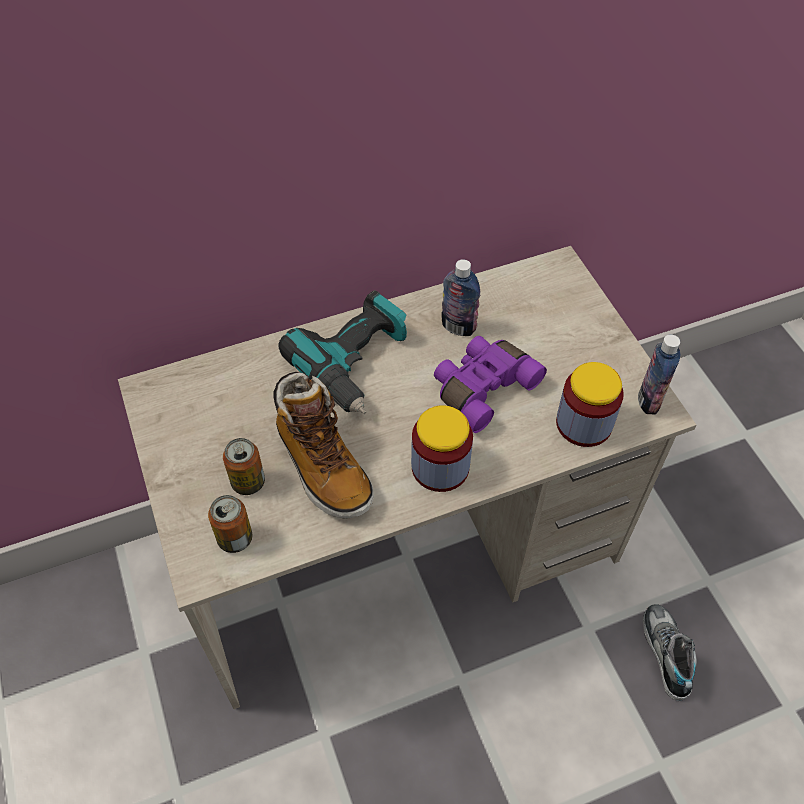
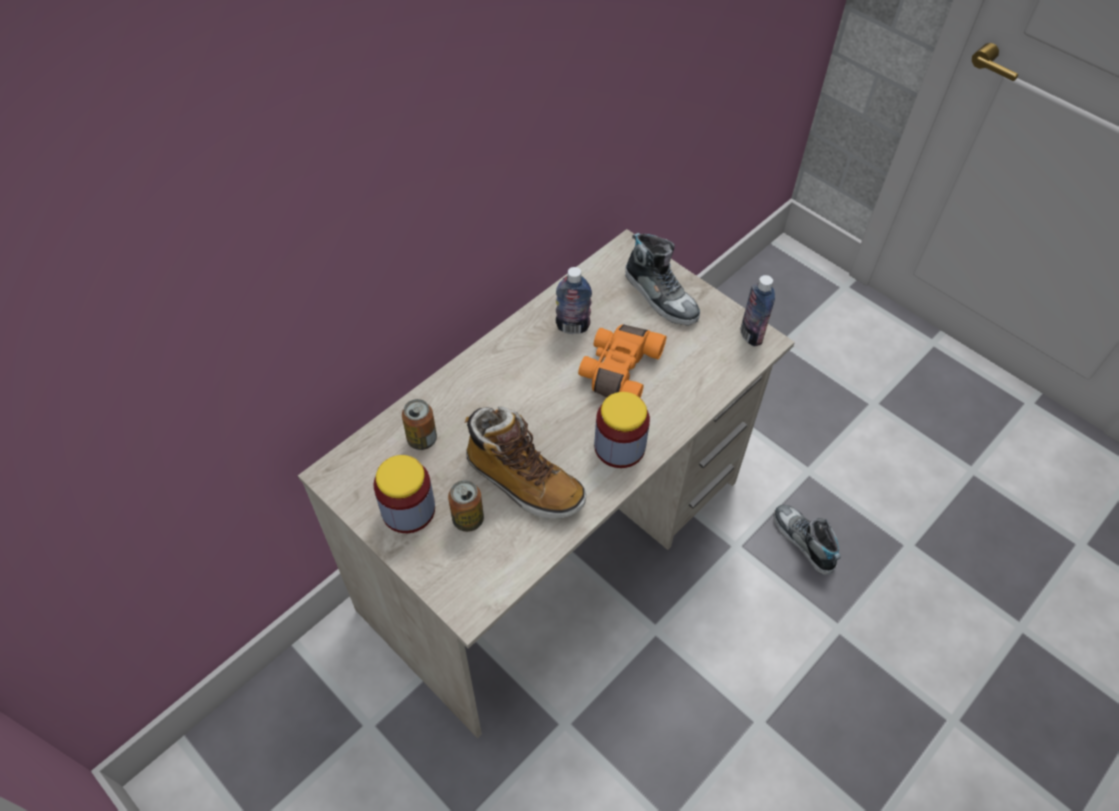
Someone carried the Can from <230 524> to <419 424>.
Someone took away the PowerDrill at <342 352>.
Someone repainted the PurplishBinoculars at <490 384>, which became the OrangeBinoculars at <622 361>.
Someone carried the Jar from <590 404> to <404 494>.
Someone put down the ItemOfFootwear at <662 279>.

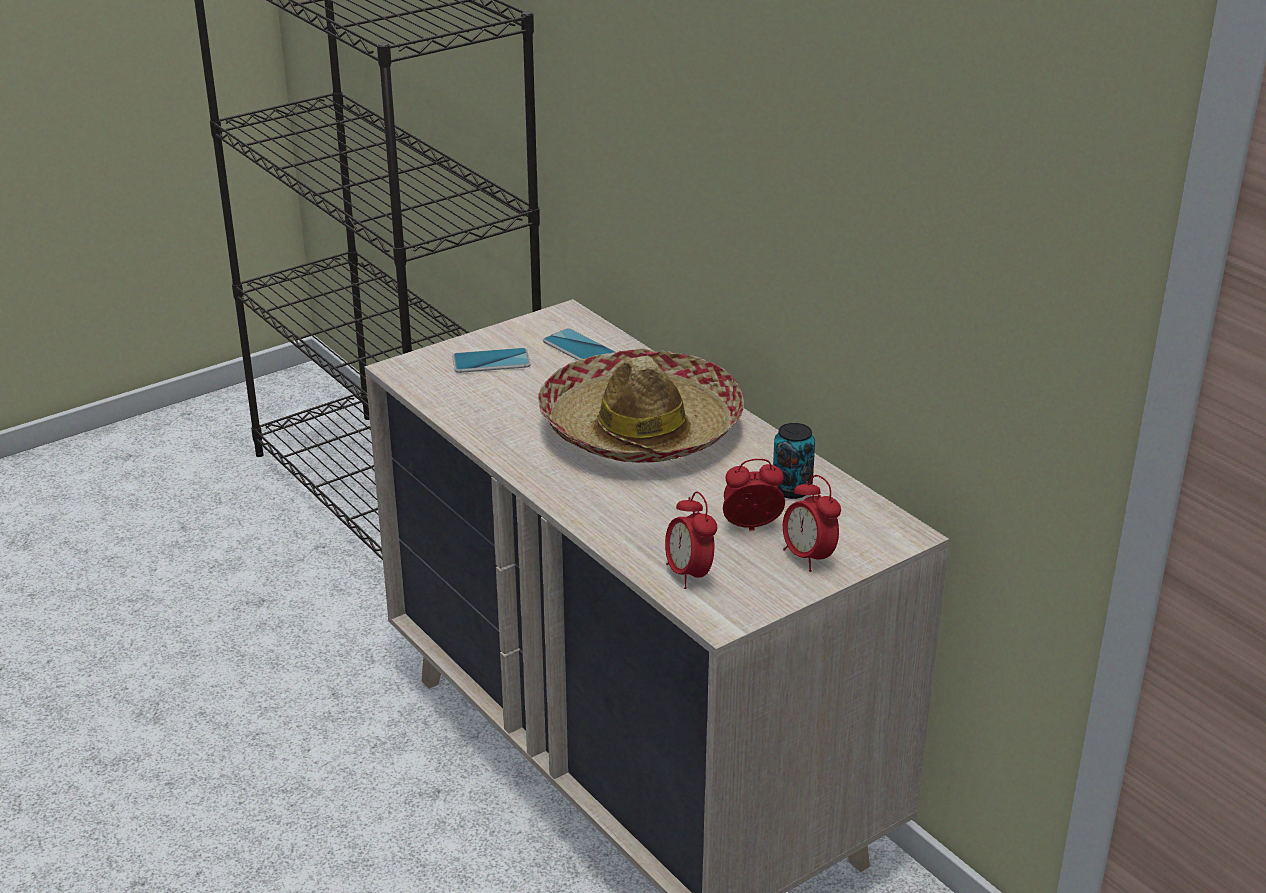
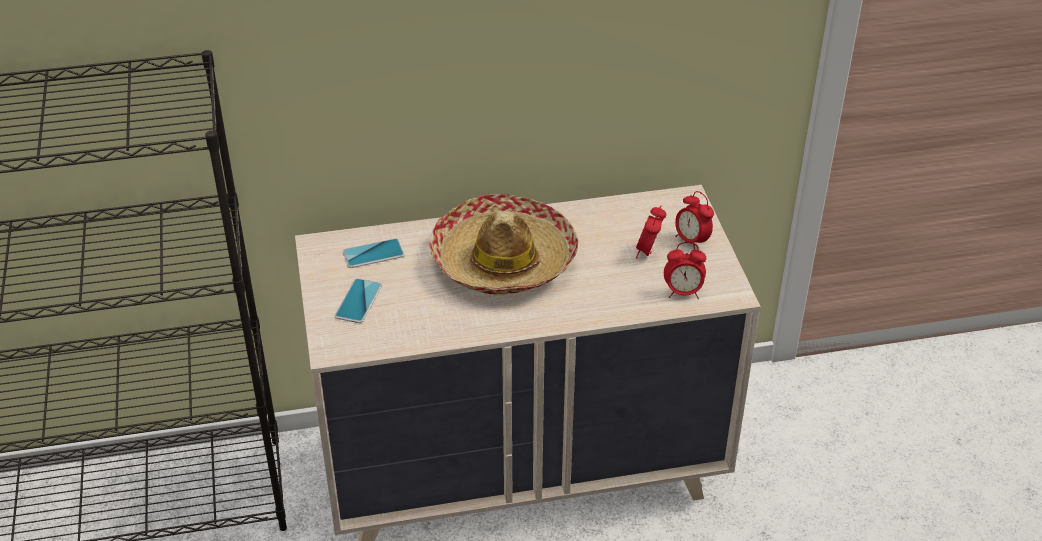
Someone took away the Can at <794 461>.
Someone rotated the AlarmClock at <812 523> by 60 degrees clockwise.

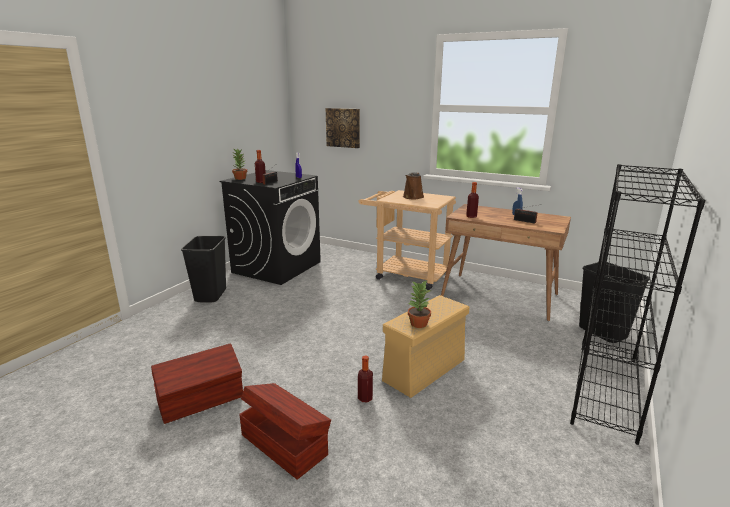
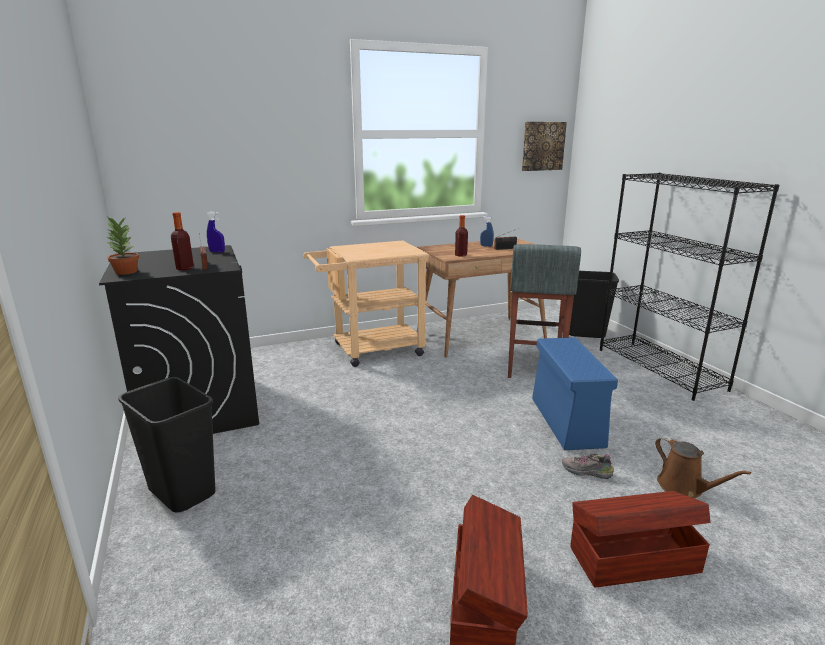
Someone carried the WallPicture from <343 128> to <544 146>.
Someone swapped the BeverageBottle at <365 379> for the ItemOfFootwear at <588 466>.
Someone repainted the SandColouredStorageContainer at <426 346>, which became the BlueStorageContainer at <575 393>.
Someone carried the BrownColouredSprinklingCan from <413 185> to <703 467>.
Someone took away the Houseplant at <419 304>.
Someone put down the GreyishStool at <544 311>.

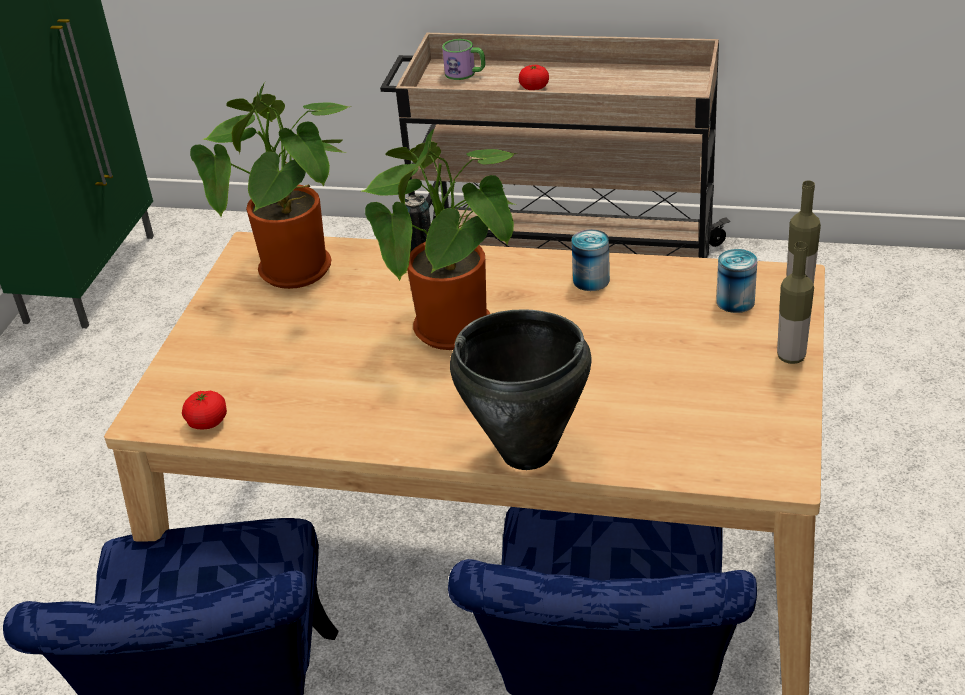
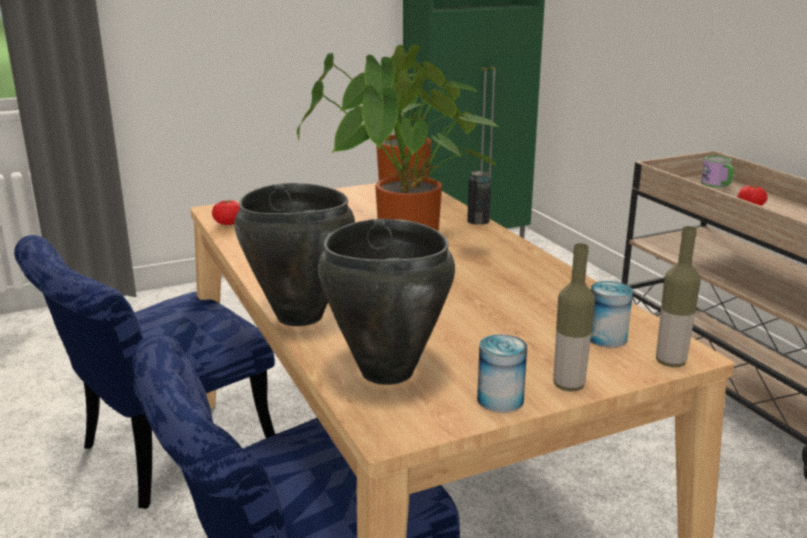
Someone carried the Can from <591 260> to <502 373>.
Someone put down the BlackColouredStockpot at <386 302>.

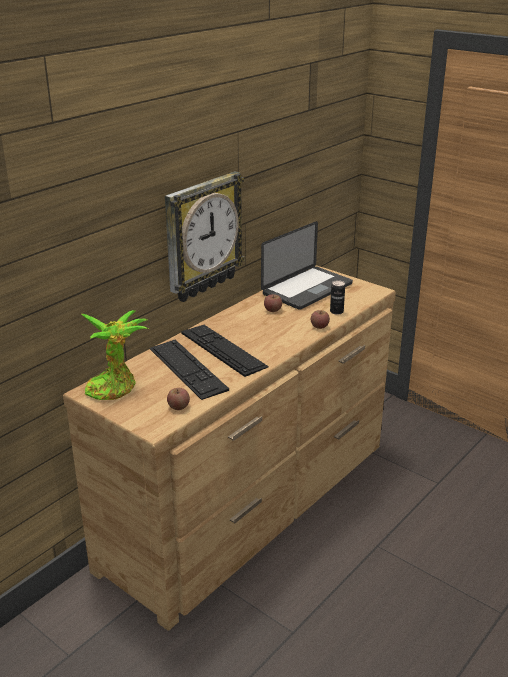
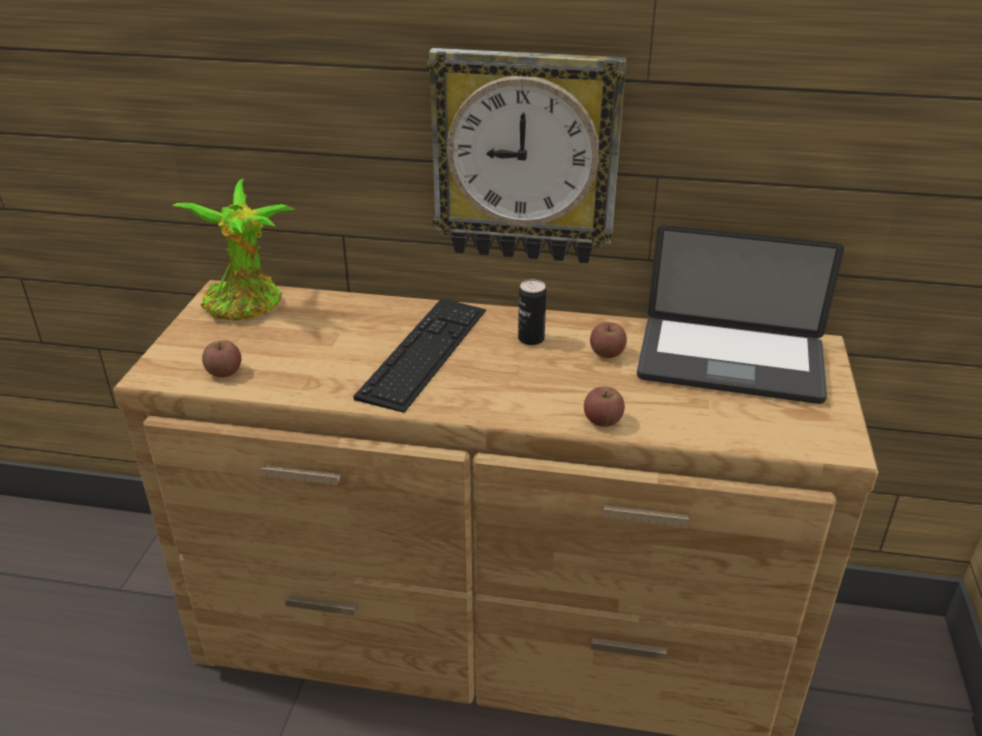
Someone took away the ComputerKeyboard at <189 370>.
Someone carried the Can from <337 297> to <532 312>.

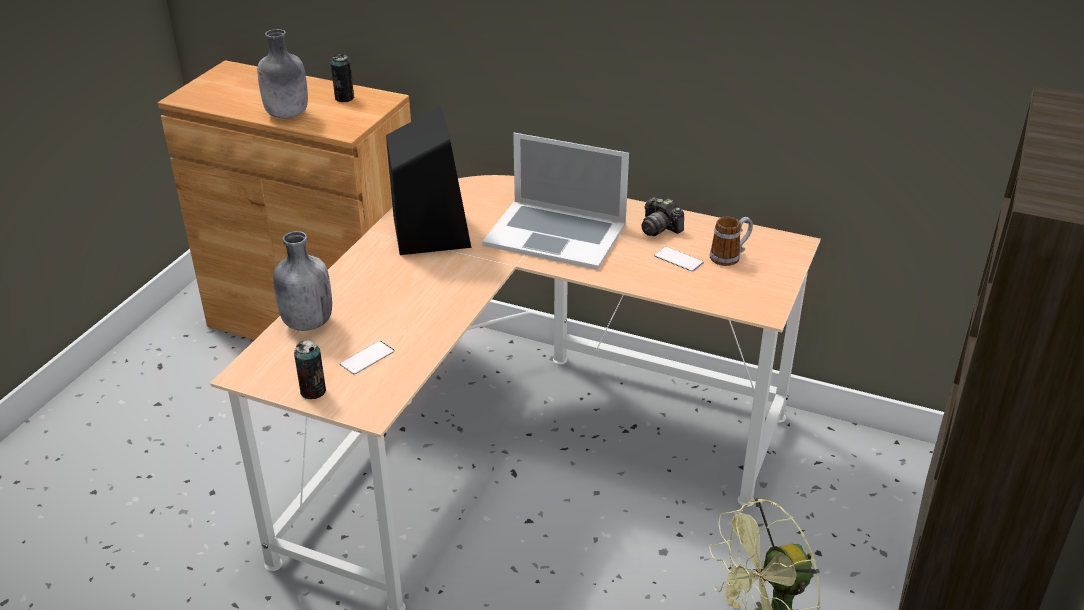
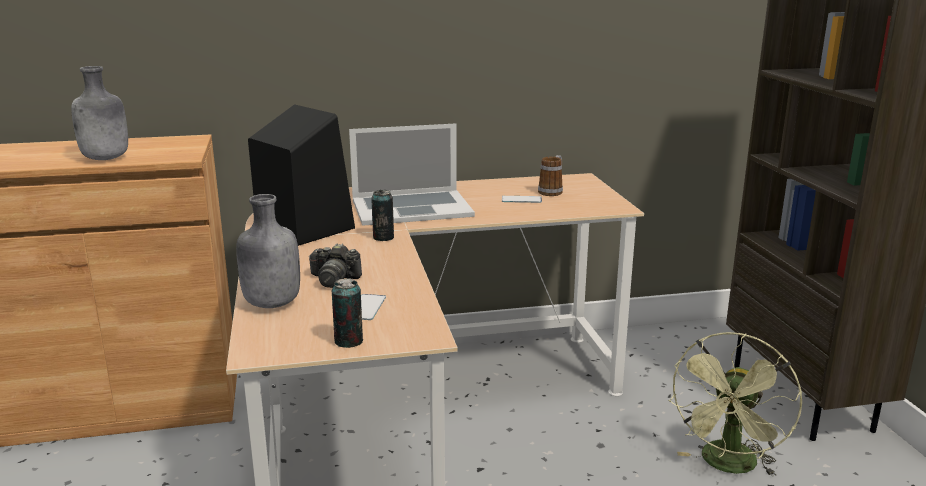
Someone carried the Can from <343 78> to <382 215>.
Someone carried the StillCamera from <662 216> to <335 265>.

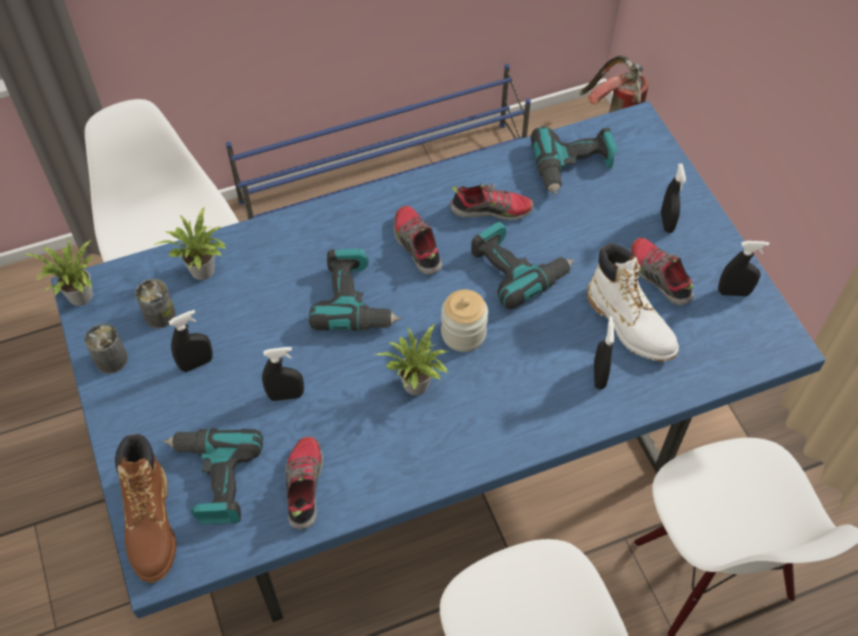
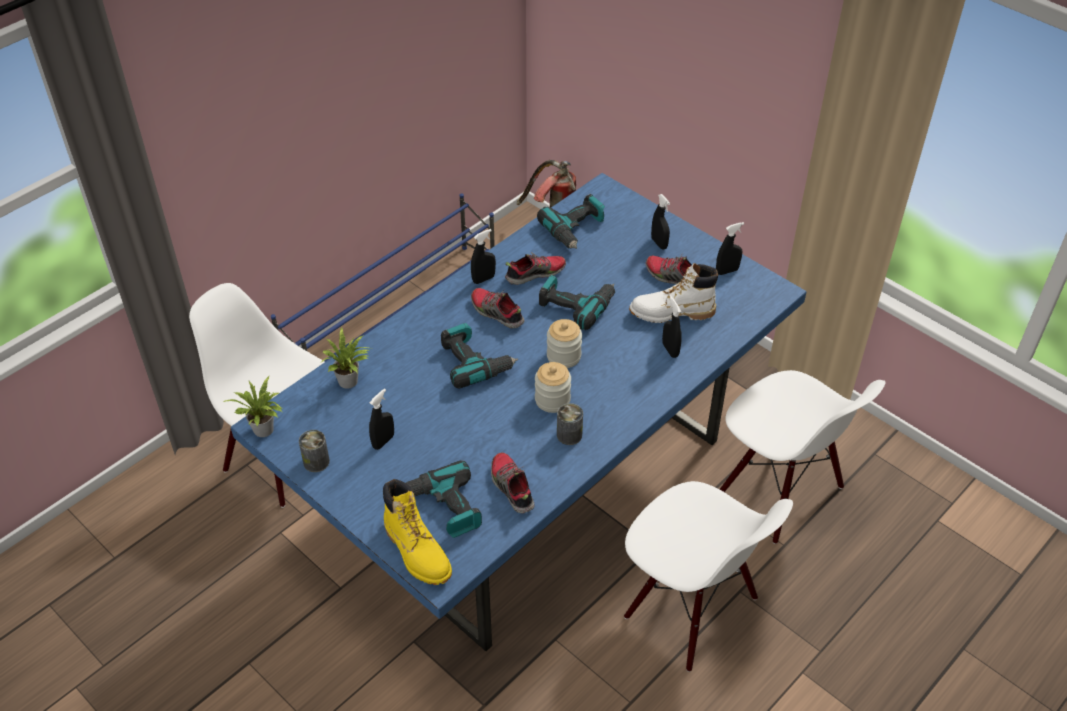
Someone repainted the BrownColouredBoot at <145 508>, which became the YellowColouredBoot at <417 532>.
Someone carried the Can from <155 303> to <570 424>.
Someone carried the BlackColouredSprayBottle from <283 374> to <483 256>.
Someone swapped the Houseplant at <412 359> for the Jar at <553 387>.
Someone rotated the WhitishBoot at <633 302> by 150 degrees clockwise.

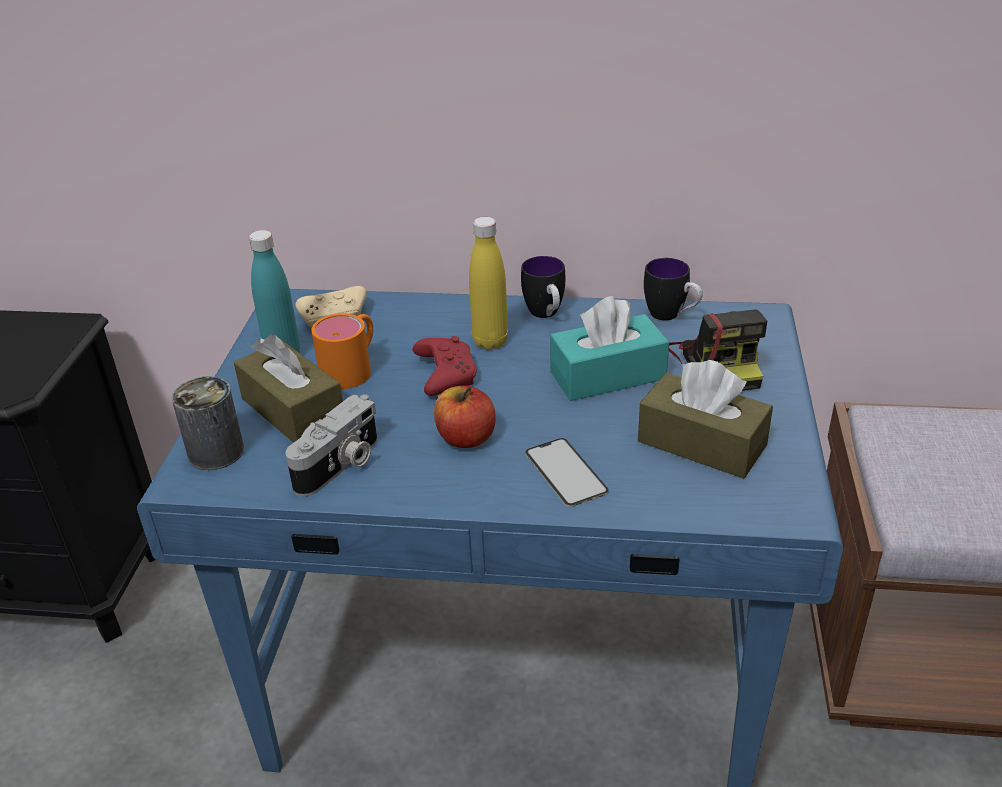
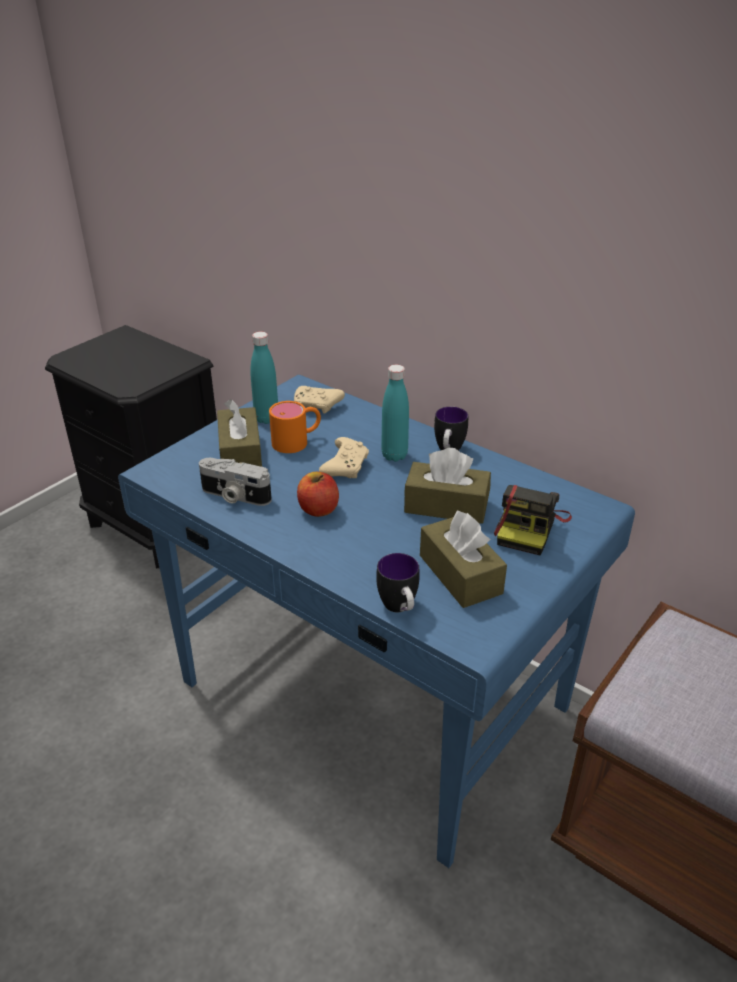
Someone took away the Can at <208 423>.
Someone rotated the StillCamera at <331 445> by 45 degrees clockwise.
Someone repainted the ReddishGamepad at <444 366>, which became the SandColouredGamepad at <344 457>.
Someone repainted the YellowColouredBeverageBottle at <488 283>, which became the TurquoiseColouredBeverageBottle at <395 413>.
Someone took away the Telephone at <567 472>.
Someone repainted the TurquoiseColouredBoxOfTissues at <609 348>, which became the BrownColouredBoxOfTissues at <447 486>.
Someone carried the Mug from <673 289> to <398 582>.

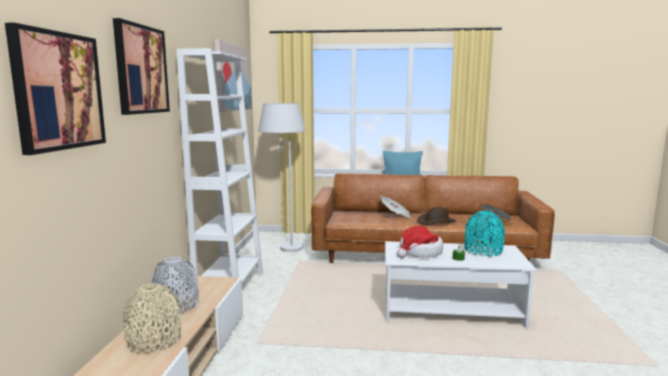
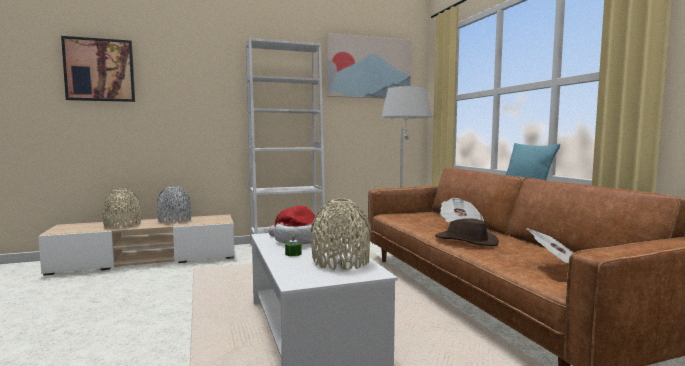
Someone took away the WallPicture at <141 66>.
Someone repainted the TurquoiseColouredVase at <485 233>, which became the SandColouredVase at <341 234>.

